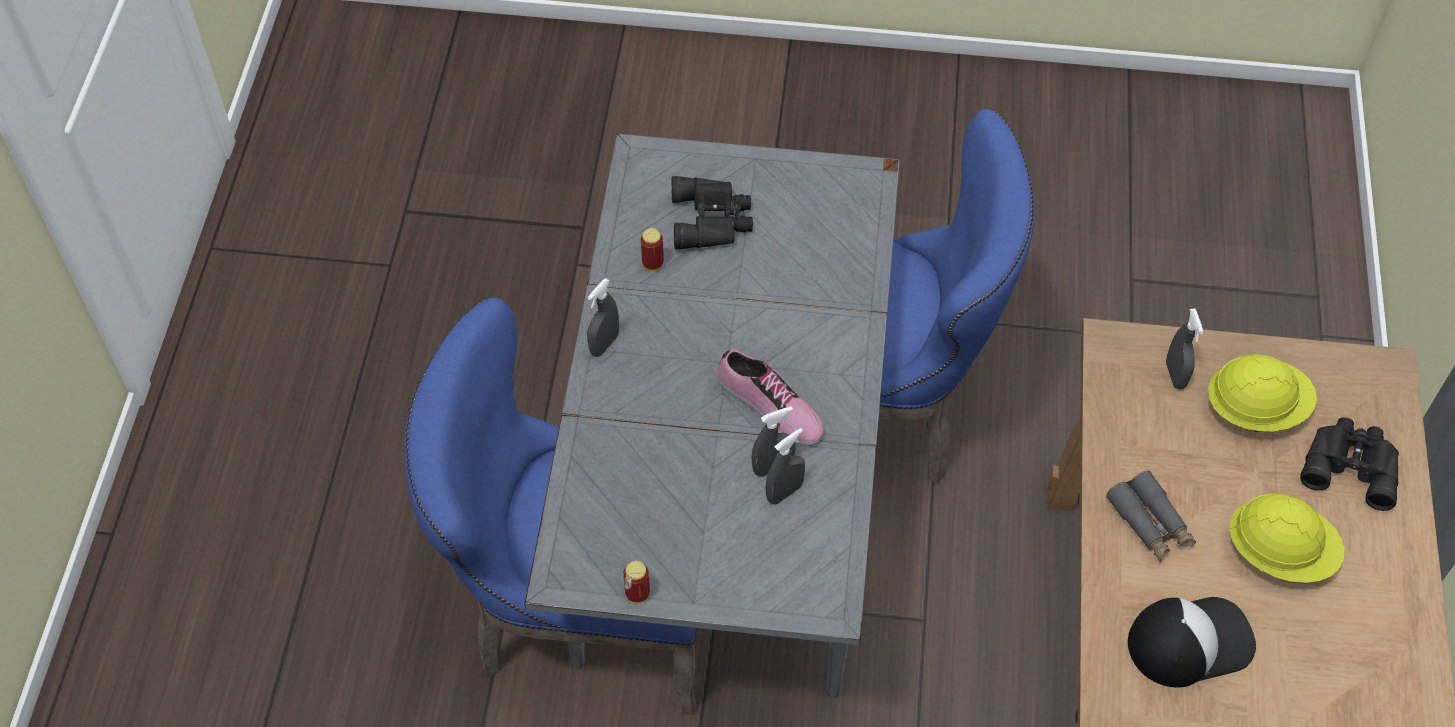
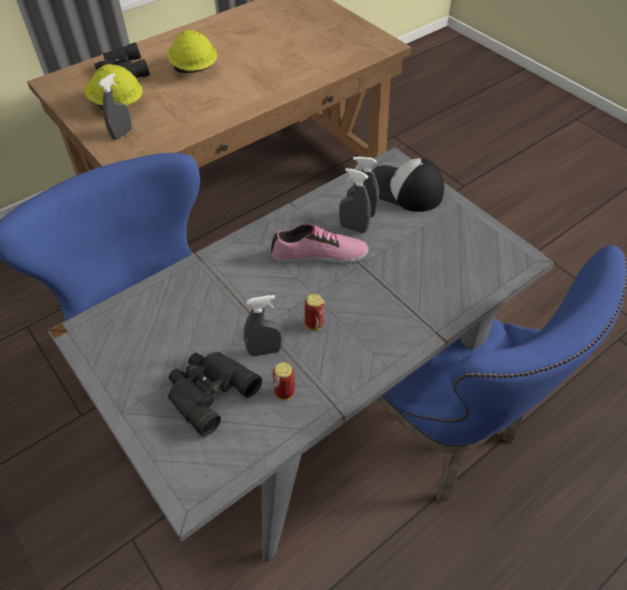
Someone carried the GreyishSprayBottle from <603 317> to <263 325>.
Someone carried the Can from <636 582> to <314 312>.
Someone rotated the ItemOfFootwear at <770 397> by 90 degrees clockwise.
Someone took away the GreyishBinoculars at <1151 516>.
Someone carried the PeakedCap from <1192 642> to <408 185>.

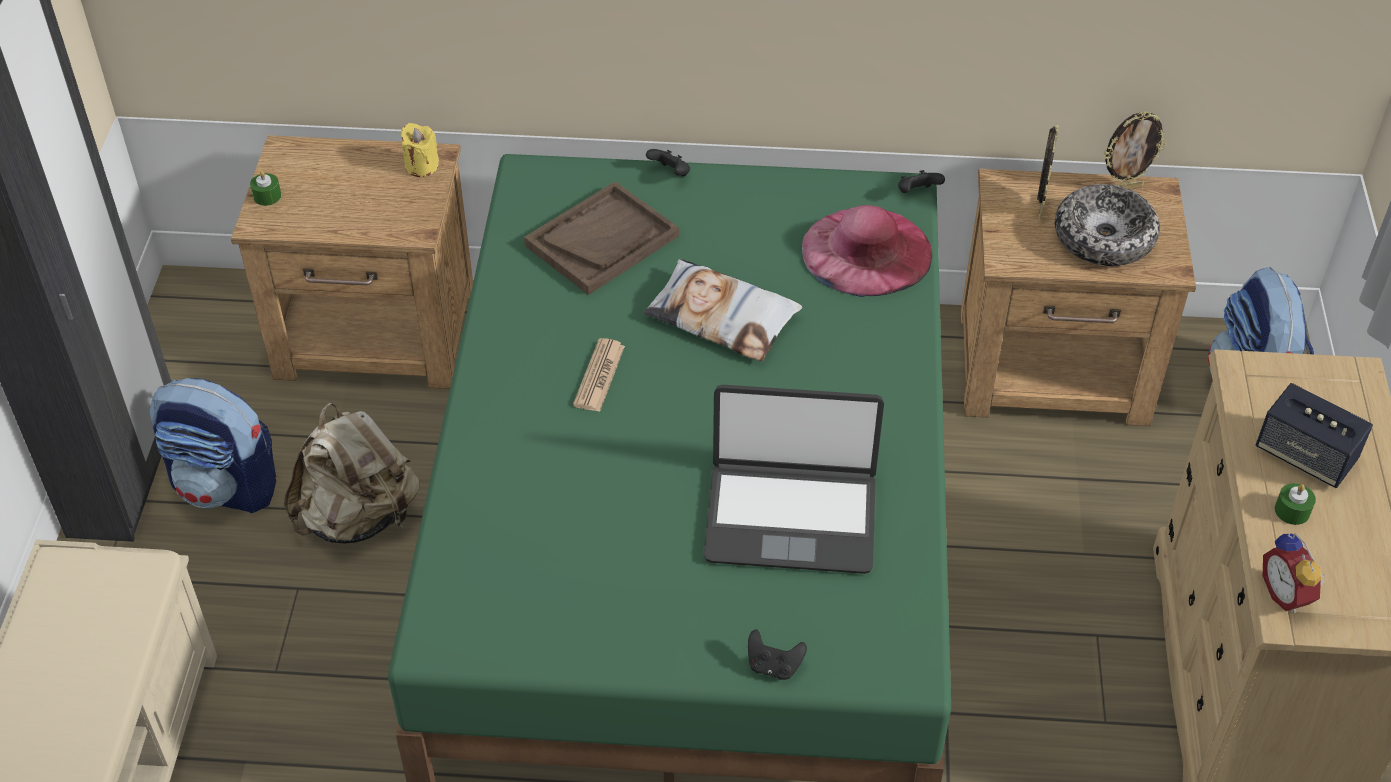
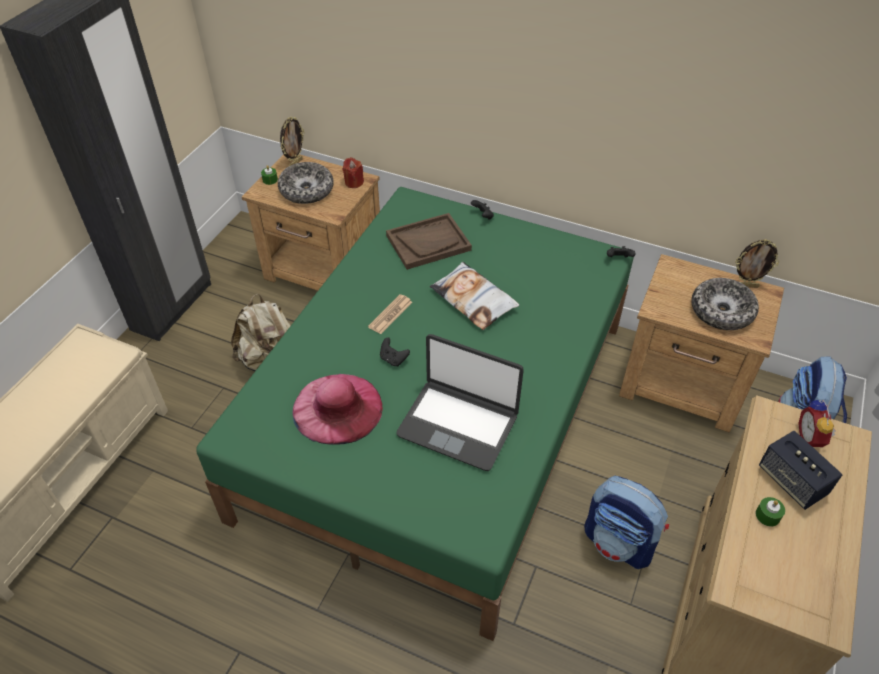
Someone carried the Backpack from <213 445> to <626 522>.
Someone repainted the YellowColouredWaxCandle at <420 150>, which became the ReddishWaxCandle at <353 172>.
Someone carried the BlackColouredGamepad from <777 654> to <395 351>.
Someone carried the PinkColouredWearableHat from <867 251> to <337 409>.
Someone carried the StandingFrame from <1048 171> to <292 141>.
Someone carried the AlarmClock from <1293 573> to <817 424>.
Someone put down the DeepDish at <305 183>.

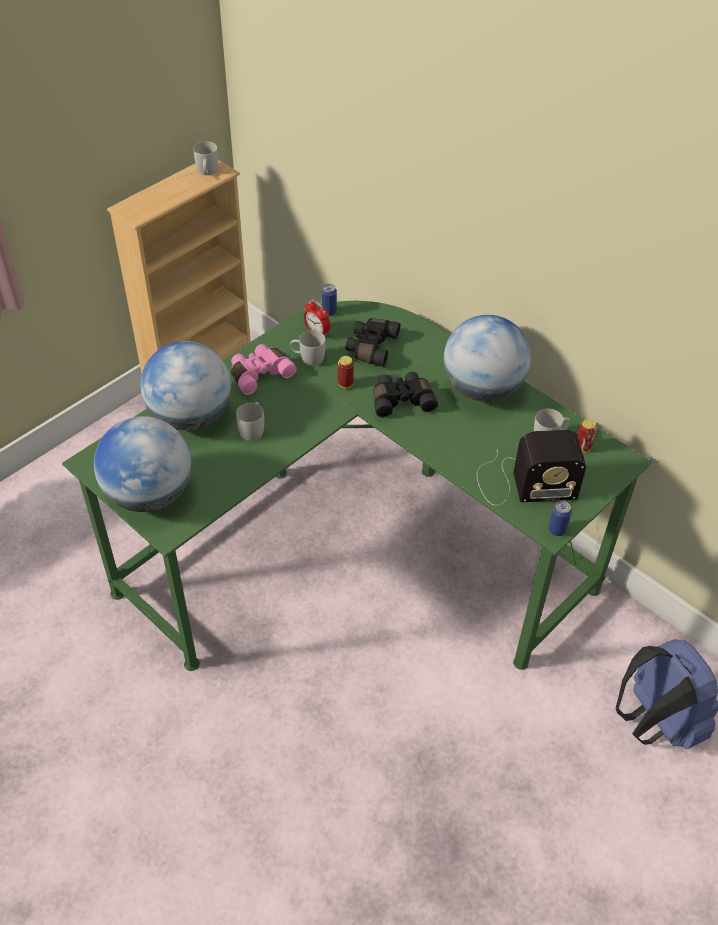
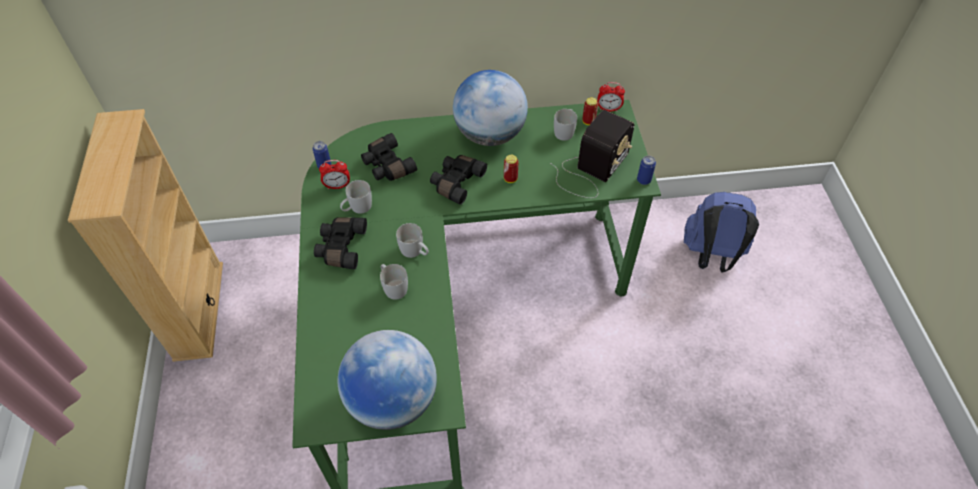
Someone took away the WorldGlobe at <186 386>.
Someone carried the WhitishMug from <205 158> to <412 240>.
Someone repainted the PinkColouredBinoculars at <264 369>, which became the BlackColouredBinoculars at <340 243>.
Someone carried the Can from <346 372> to <511 169>.
Someone put down the AlarmClock at <611 97>.

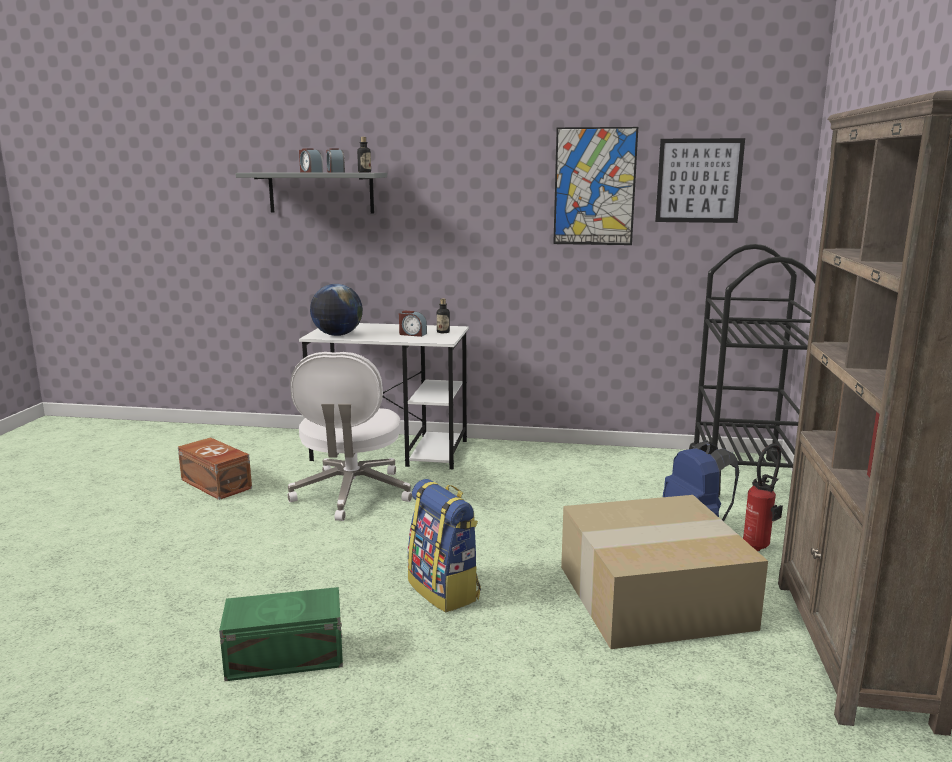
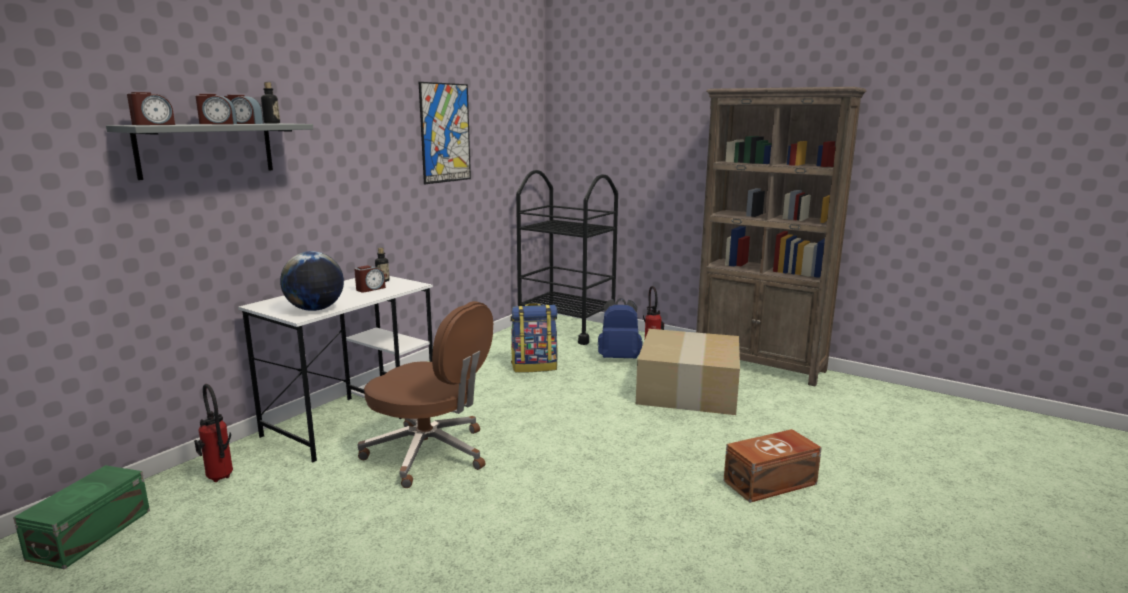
Someone carried the BrownColouredStorageContainer from <215 468> to <773 466>.
Someone carried the GreenColouredStorageContainer from <281 634> to <81 517>.
Someone repainted the WhitishOfficeChair at <350 436>, which became the BrownColouredOfficeChair at <425 394>.
Someone carried the Backpack from <444 545> to <534 338>.
Someone took away the WallPicture at <700 180>.
Someone put down the AlarmClock at <151 108>.
Someone put down the Extinguisher at <213 433>.

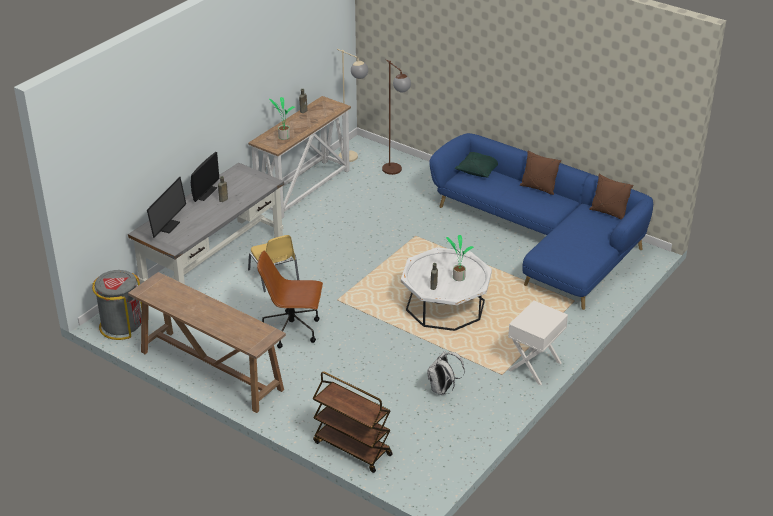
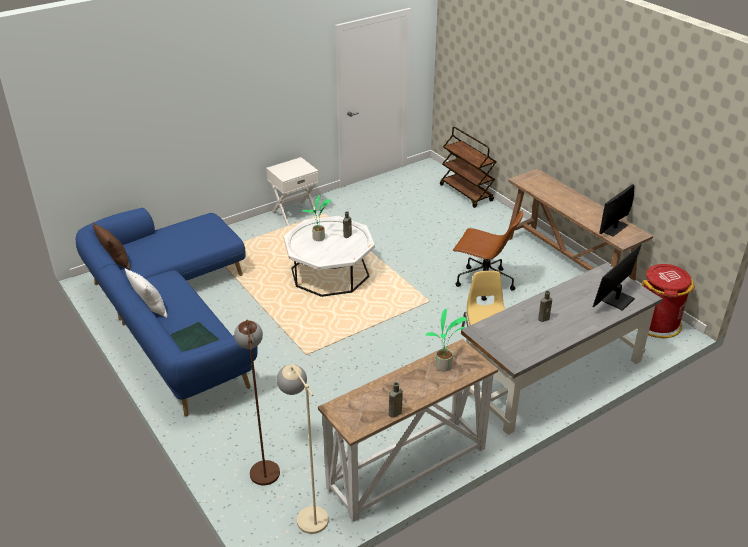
Someone repainted the GreyishWasteBin at <117 305>, which became the ReddishWasteBin at <668 301>.
Someone carried the ComputerDisplay from <205 177> to <616 210>.
Someone took away the WhitishBackpack at <446 373>.
Someone repainted the BrownColouredPillow at <540 172>, which became the WhitishPillow at <146 293>.

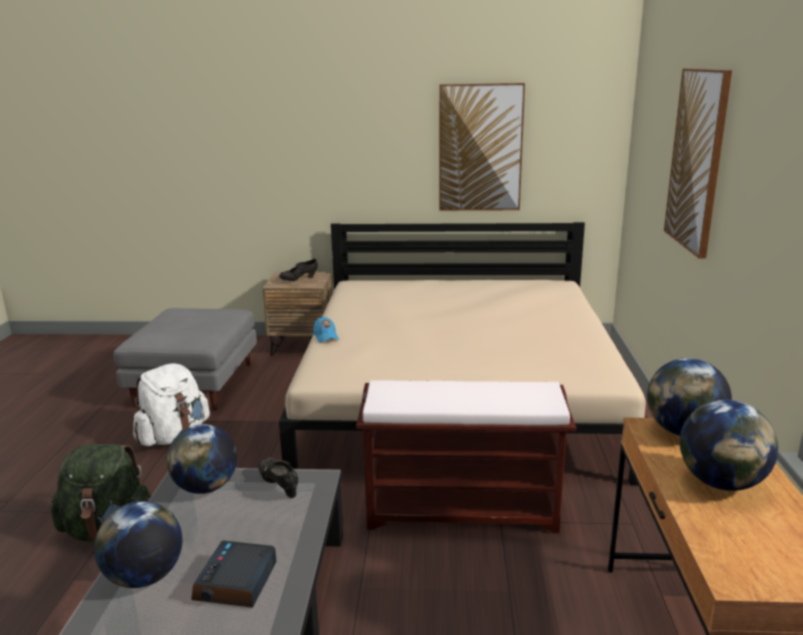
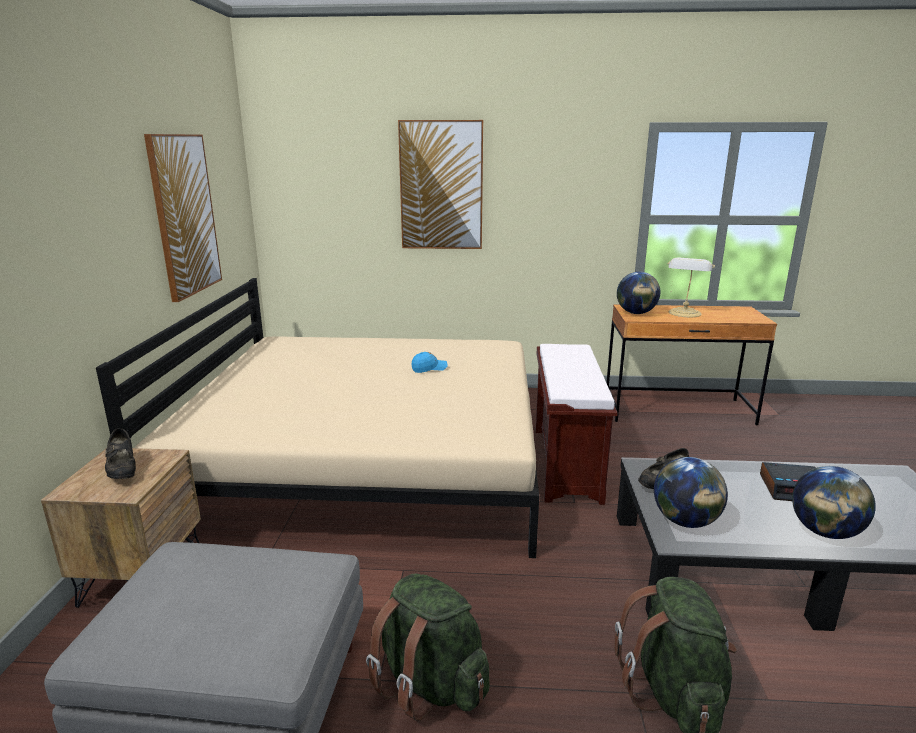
Someone repainted the WhitishBackpack at <171 404>, which became the GreenColouredBackpack at <428 647>.
Someone carried the BluePeakedCap from <326 329> to <430 362>.
Someone swapped the WorldGlobe at <729 445> for the TableLamp at <691 287>.

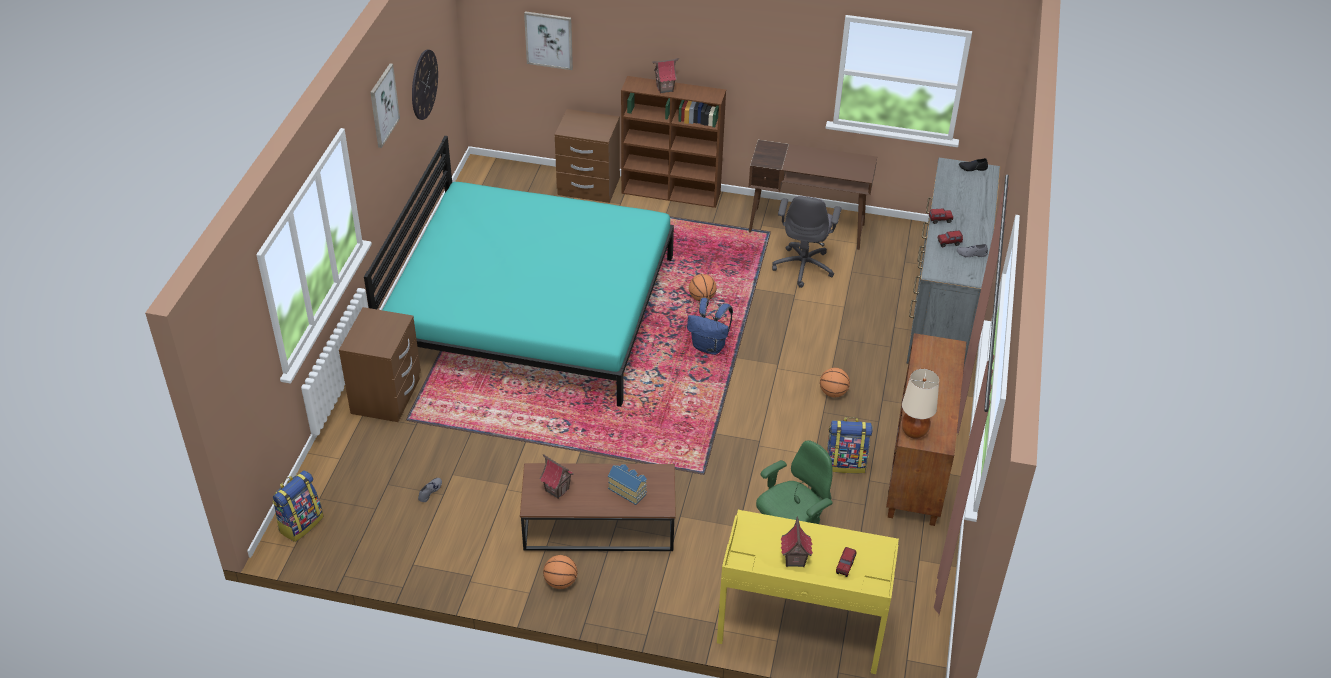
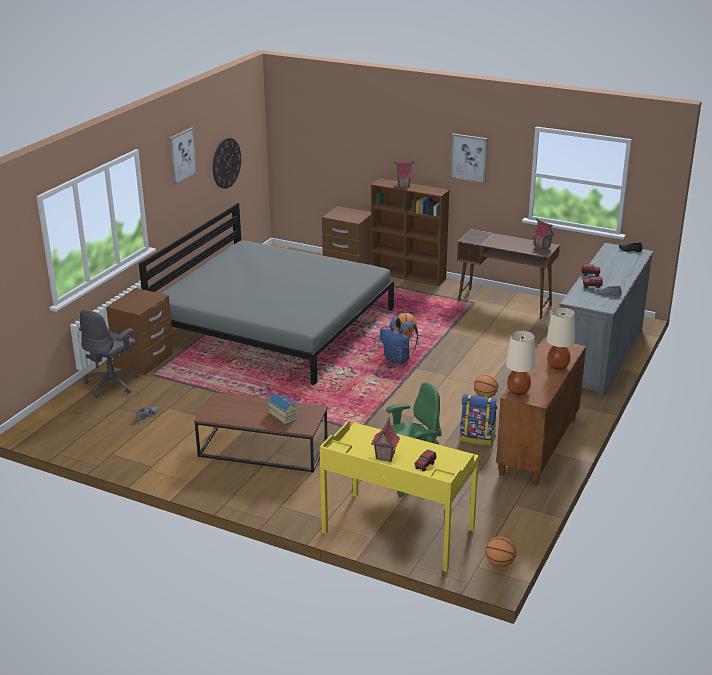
Someone took away the Backpack at <297 506>.
Someone repainted the TurquoiseColouredSleepingBed at <519 271>, which became the GreyishSleepingBed at <266 294>.
Someone carried the WallPicture from <548 40> to <469 158>.
Someone carried the ToyHouse from <556 476> to <543 234>.
Someone carried the BallForBasketball from <560 572> to <501 551>.
Someone carried the GreyishOfficeChair from <807 242> to <109 353>.
Someone put down the SandColouredTableLamp at <560 338>.

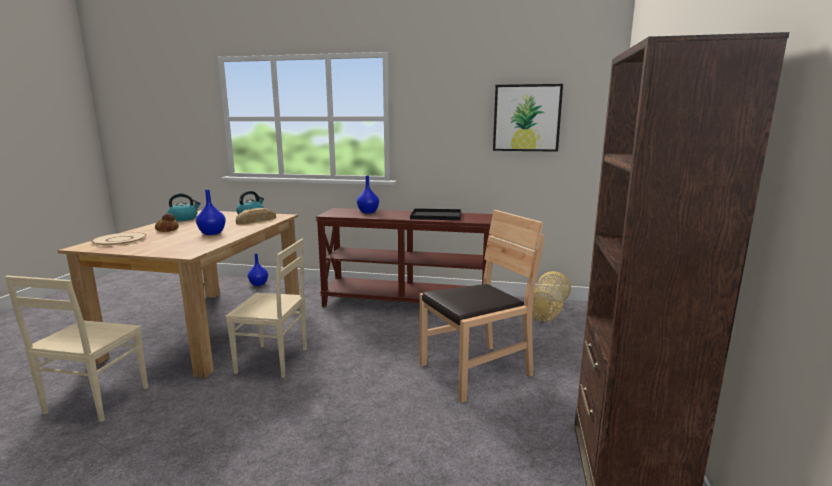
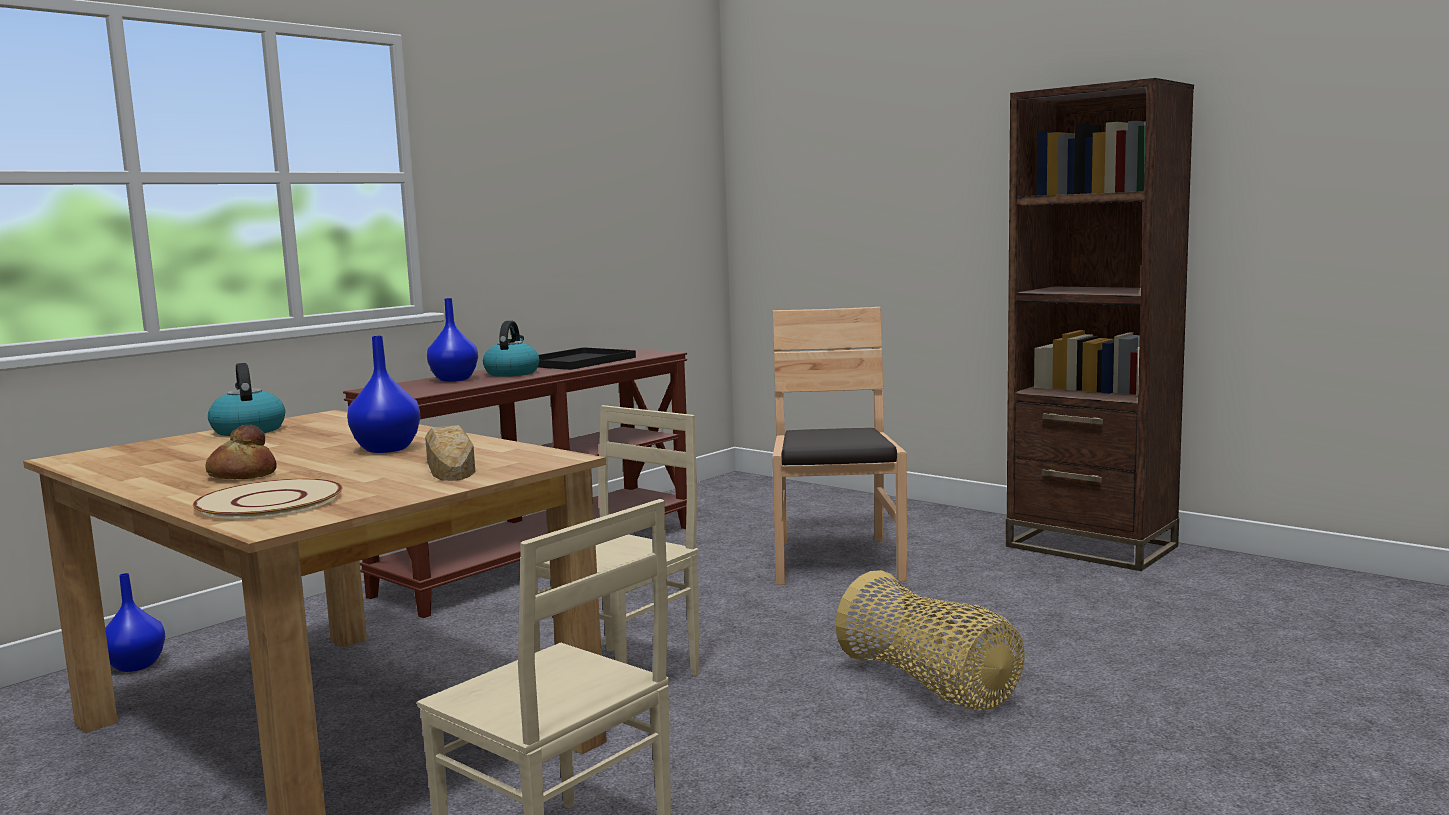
Someone carried the WaterKettle from <184 207> to <511 349>.
Someone carried the BakeryBread from <256 216> to <450 453>.
Someone took away the WallPicture at <528 118>.
Someone carried the HouseholdBasket from <551 296> to <930 640>.

